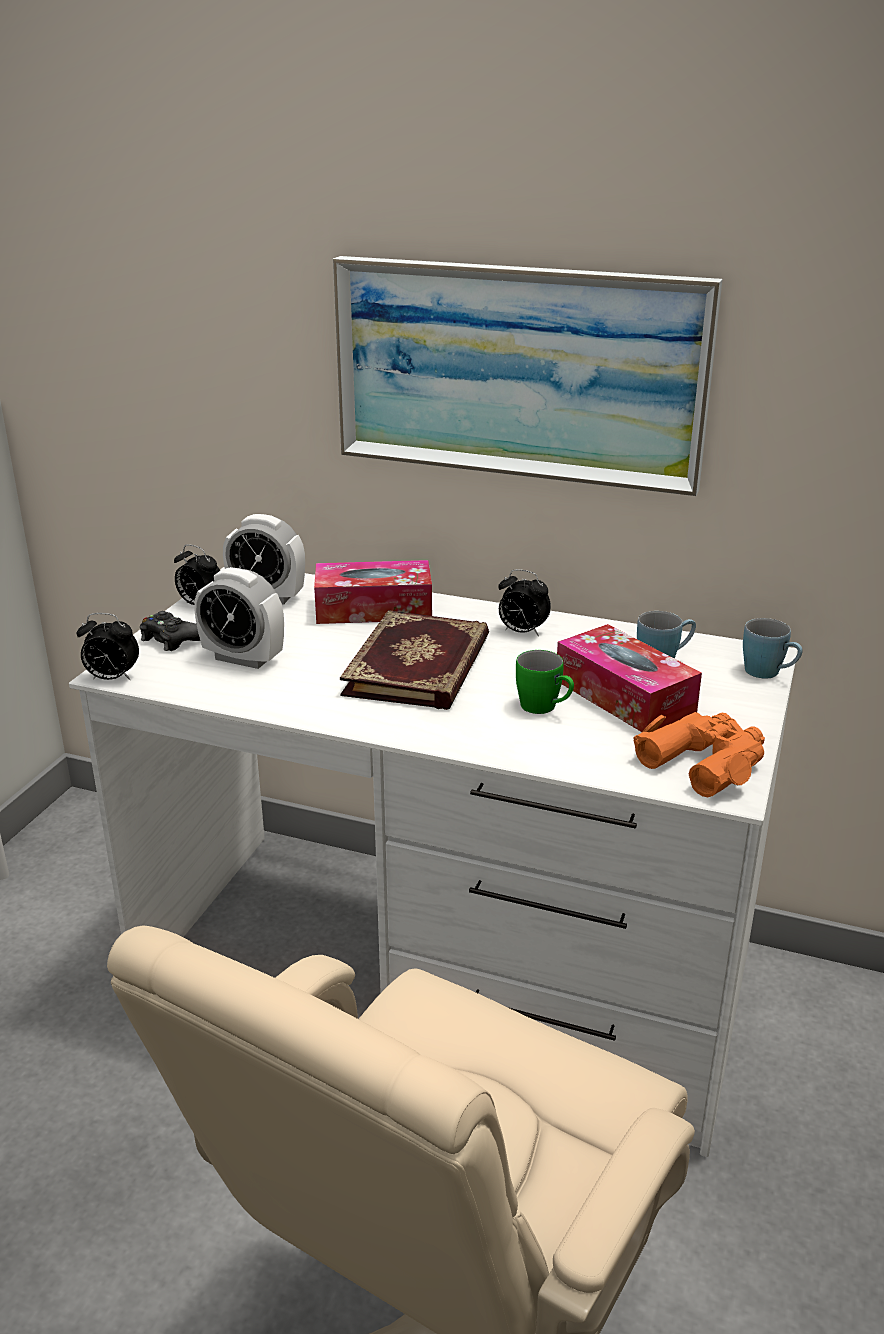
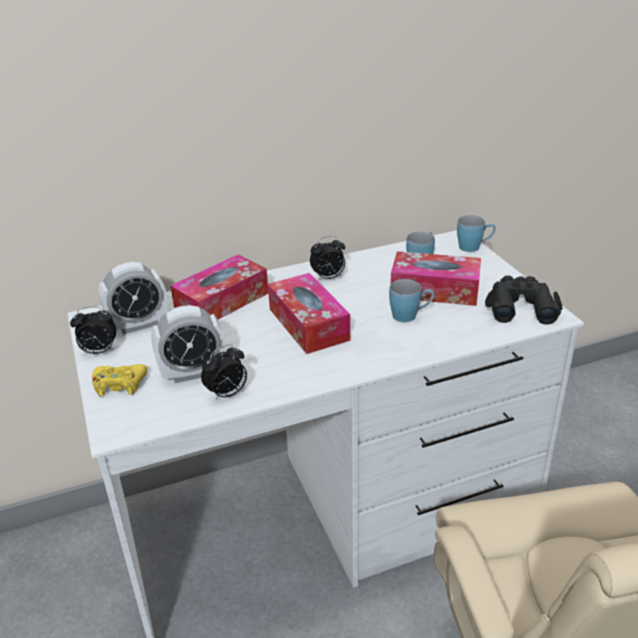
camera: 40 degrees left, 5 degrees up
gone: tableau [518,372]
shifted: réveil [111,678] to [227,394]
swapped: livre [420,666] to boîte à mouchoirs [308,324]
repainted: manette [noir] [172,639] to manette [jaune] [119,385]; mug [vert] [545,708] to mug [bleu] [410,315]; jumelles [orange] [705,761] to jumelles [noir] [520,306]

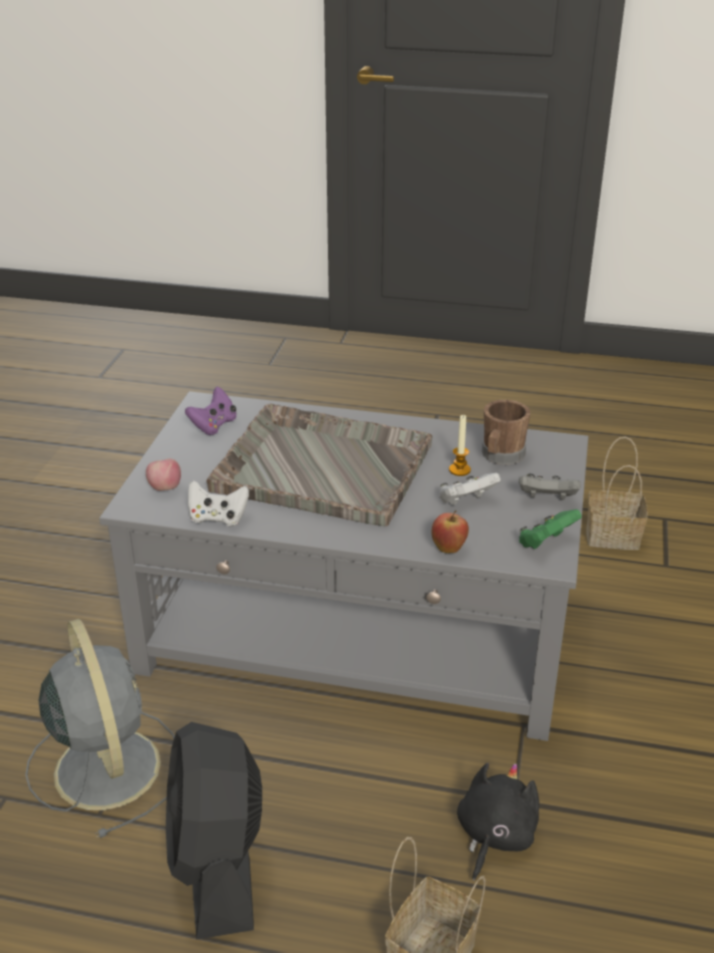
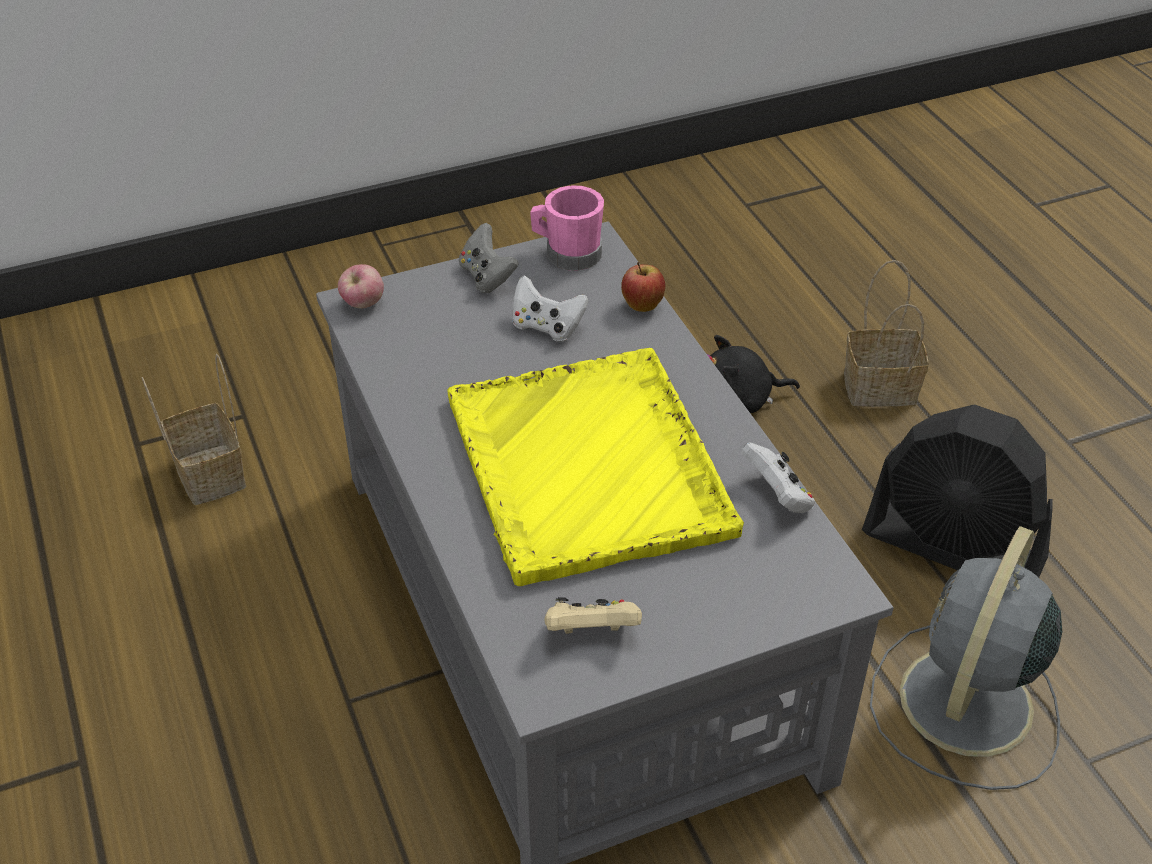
camera: 125 degrees left, 10 degrees up
gone: bougie [459,470]; mug [marron] [501,456]
shifted: pomme [165,488] to [363,304]
swapped: manette [vert] [546,543] to mug [rose] [567,253]
repainted: plateau [gris] [321,467] to plateau [jaune] [588,468]; manette [violet] [214,425] to manette [beige] [591,633]
rotated: ventilateur [noir] [218,864] = [953,547] 75 degrees clockwise

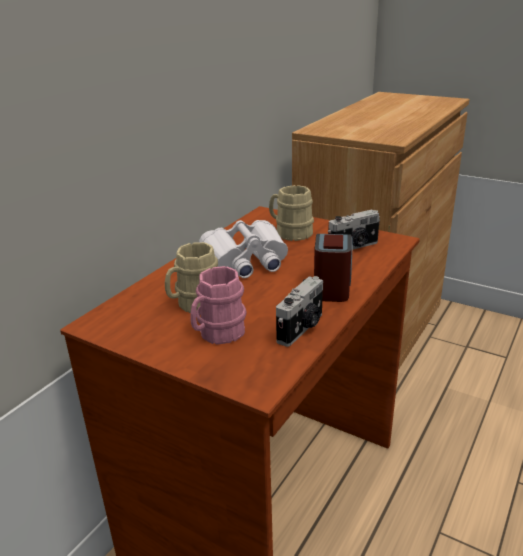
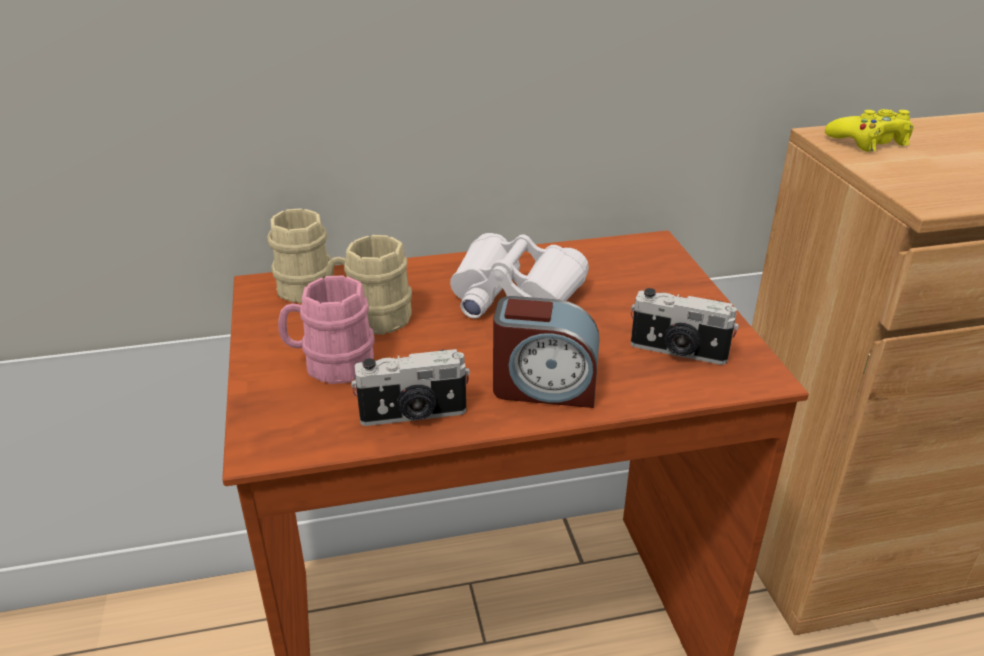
camera: 45 degrees right, 5 degrees up
new: manette [jaune] [869,141]
shifted: mug [beige] [290,232] to [304,284]
rotated: réveil [332,286] = [544,387] 45 degrees clockwise

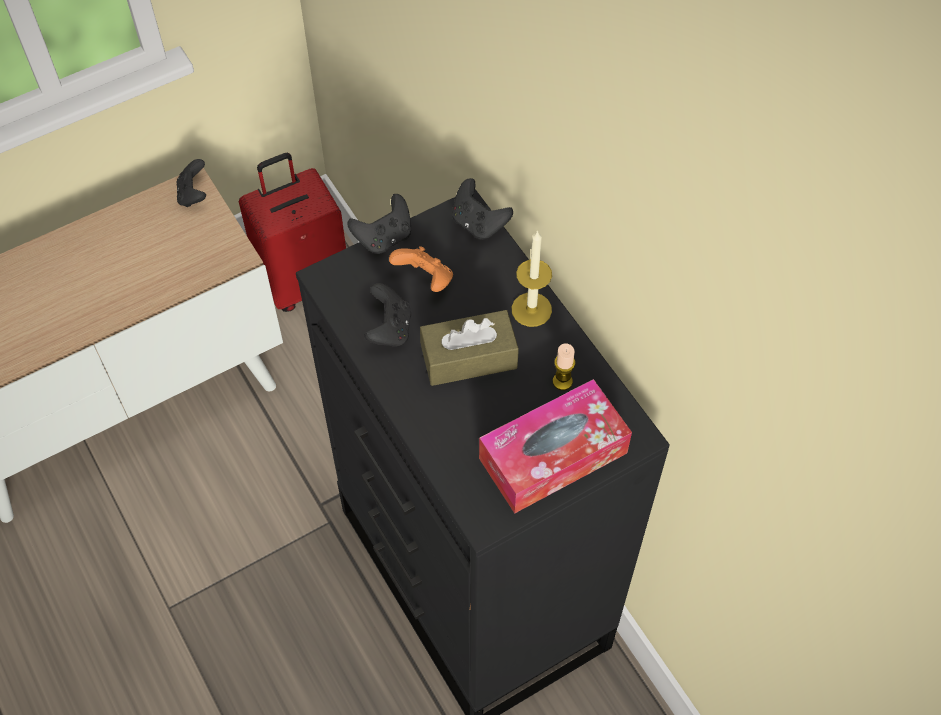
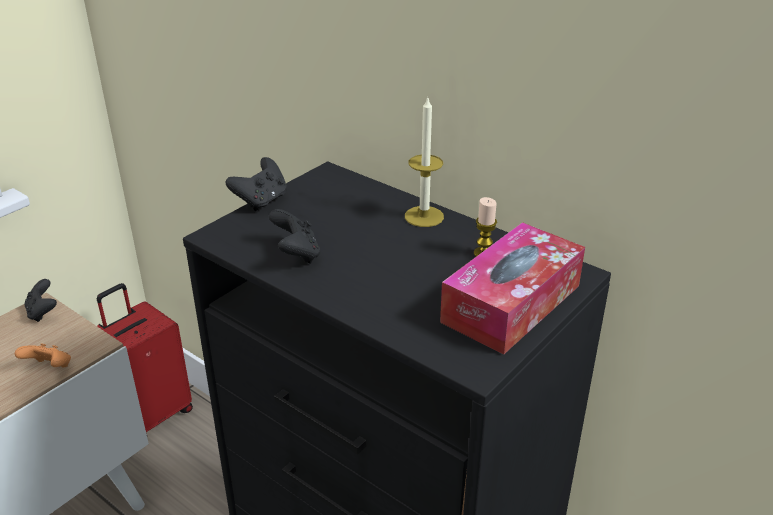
camera: 20 degrees left, 25 degrees down
gone: boîte à mouchoirs [marron] [469,358]; manette [noir] [478,223]
shifted: manette [orange] [425,280] to [49,368]

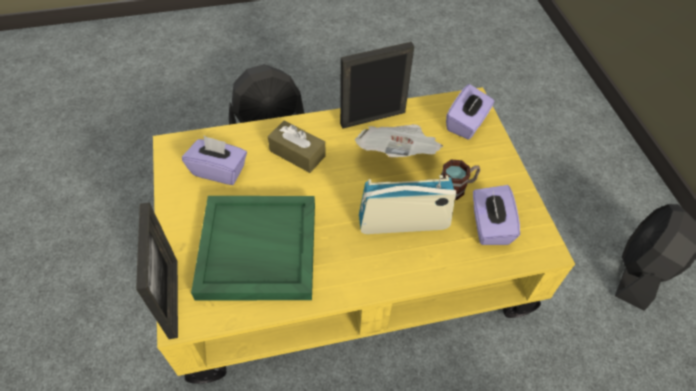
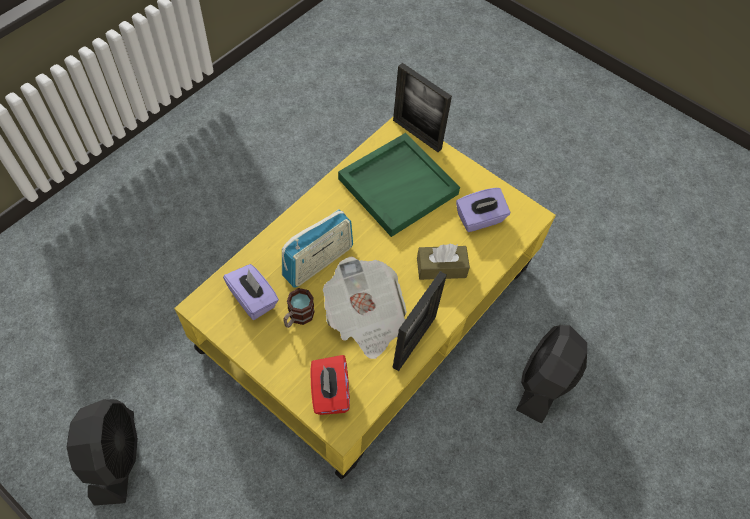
camera: 140 degrees right, 5 degrees up
repainted: boîte à mouchoirs [violet] [466,123] to boîte à mouchoirs [rouge] [330,393]

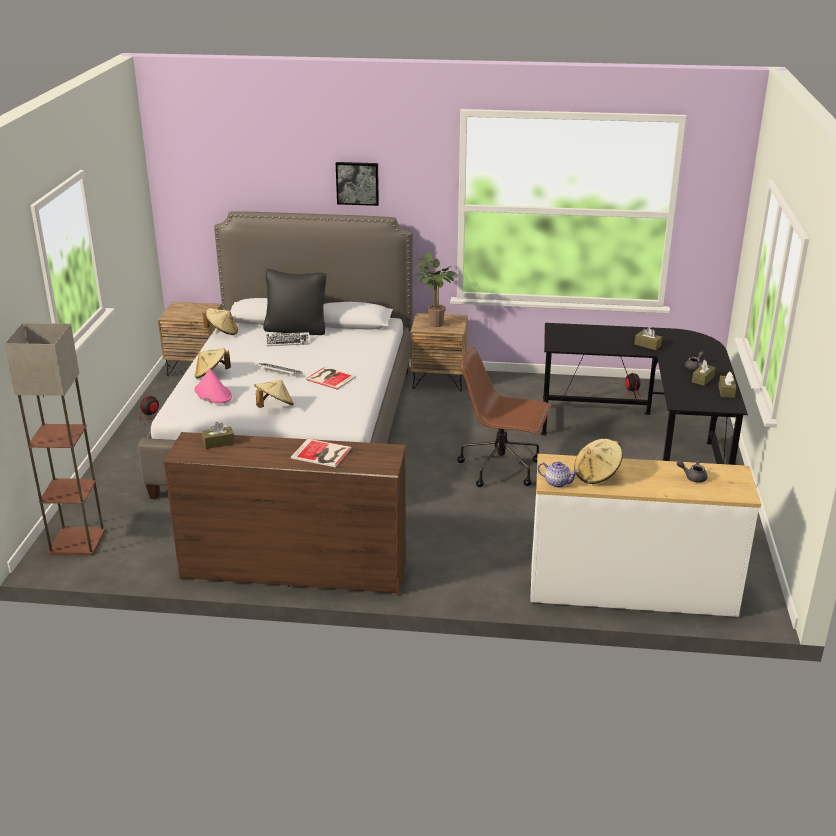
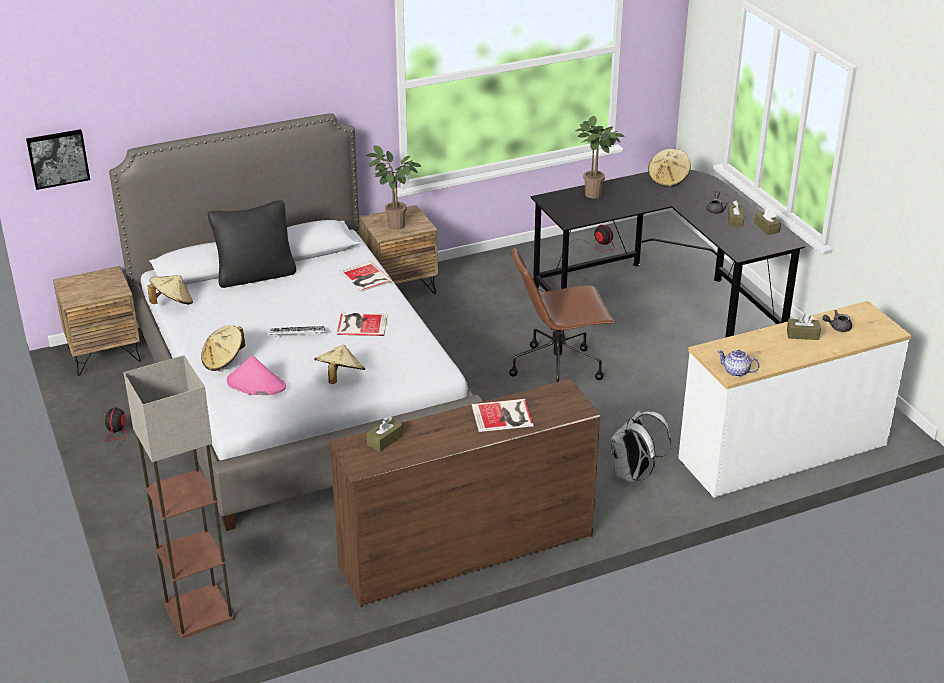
camera: 30 degrees left, 5 degrees up
gone: clavier [288,342]
new: livre [365,278]; plante en pot [596,195]; sac à dos [blanc] [633,474]
shifted: tableau [357,183] to [58,158]; chapeau [beige] [597,474] to [668,179]; boîte à mouchoirs [marron] [647,345] to [802,334]
rotated: théière [557,483] = [736,372] 150 degrees counterclockwise

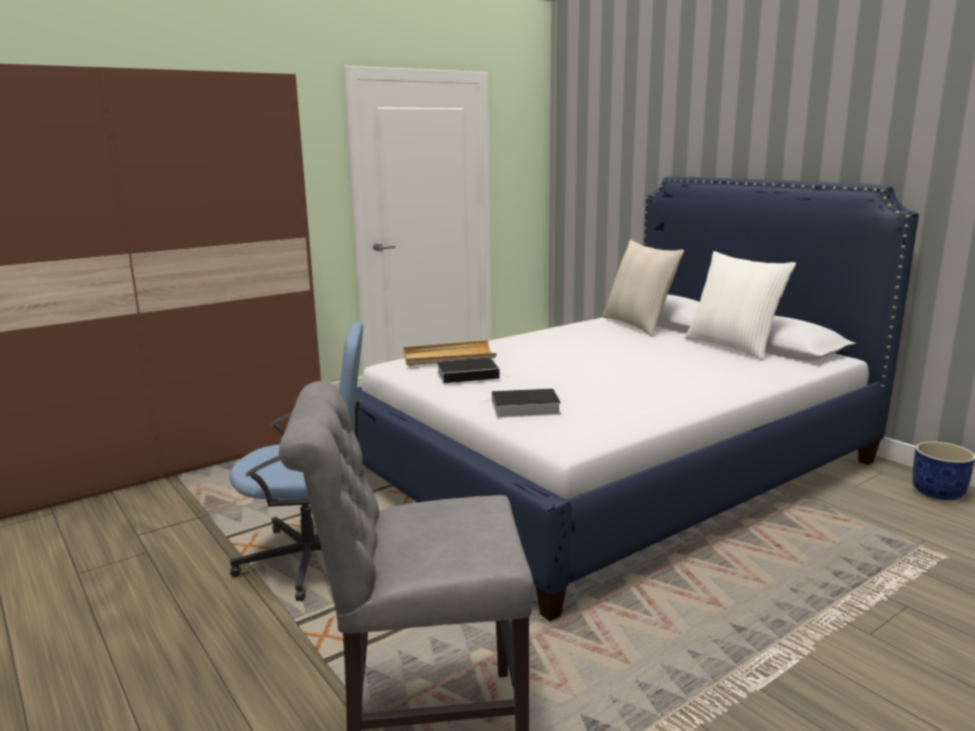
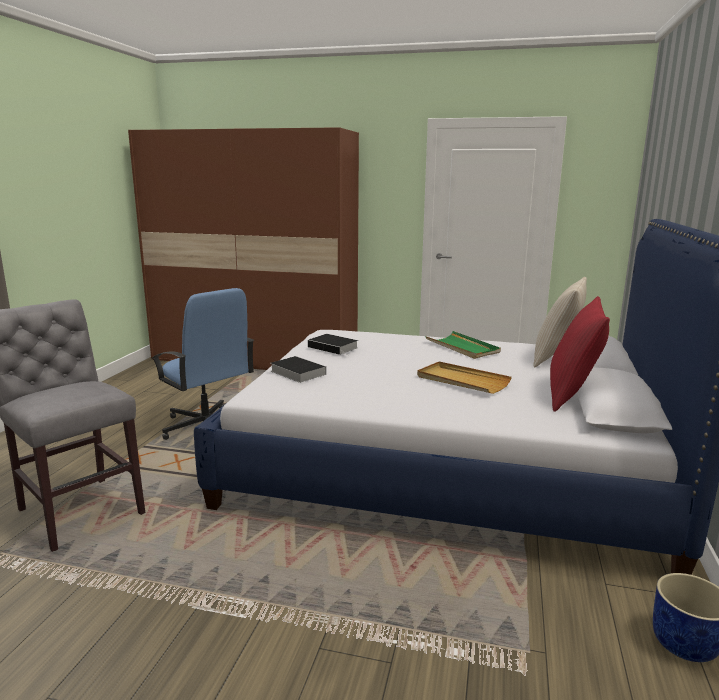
camera: 50 degrees right, 0 degrees up
new: plateau [vert] [462,347]
shifted: plateau [beige] [448,357] to [462,381]
repainted: coussin [blanc] [733,347] to coussin [rouge] [572,395]

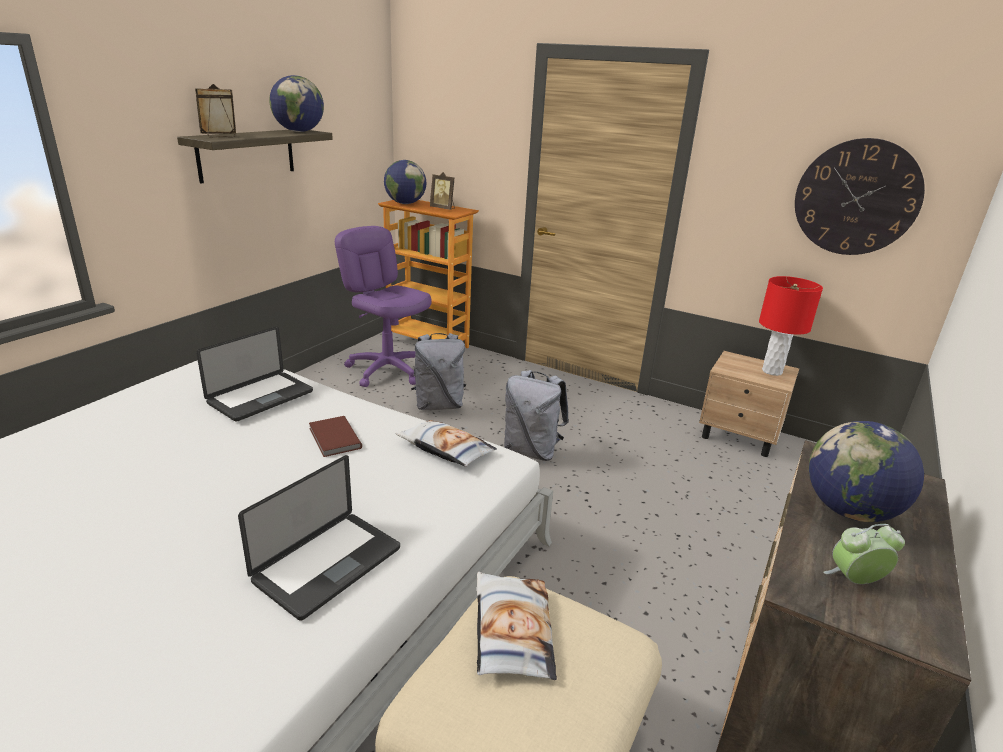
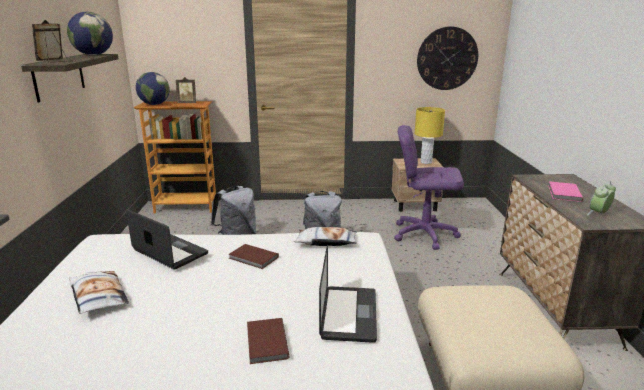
camera: 30 degrees left, 5 degrees down
new: livre [marron] [265,343]
shifted: coussin [511,630] to [98,296]; chaise de bureau [violet] [388,370] to [424,234]
swapped: globe [849,511] to livre [rose] [563,193]
repainted: lampe de table [rouge] [772,371] to lampe de table [jaune] [426,162]
rotated: ordinateur portable [261,397] = [170,252] 60 degrees counterclockwise

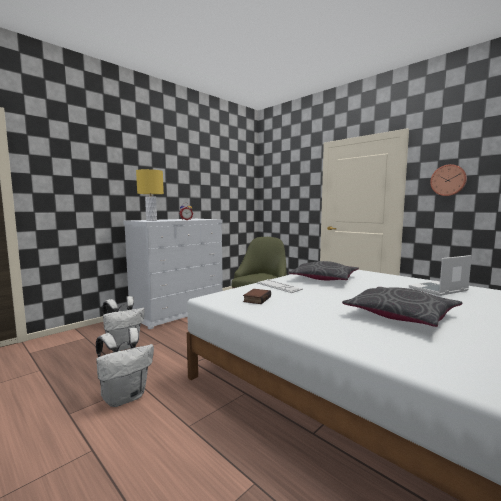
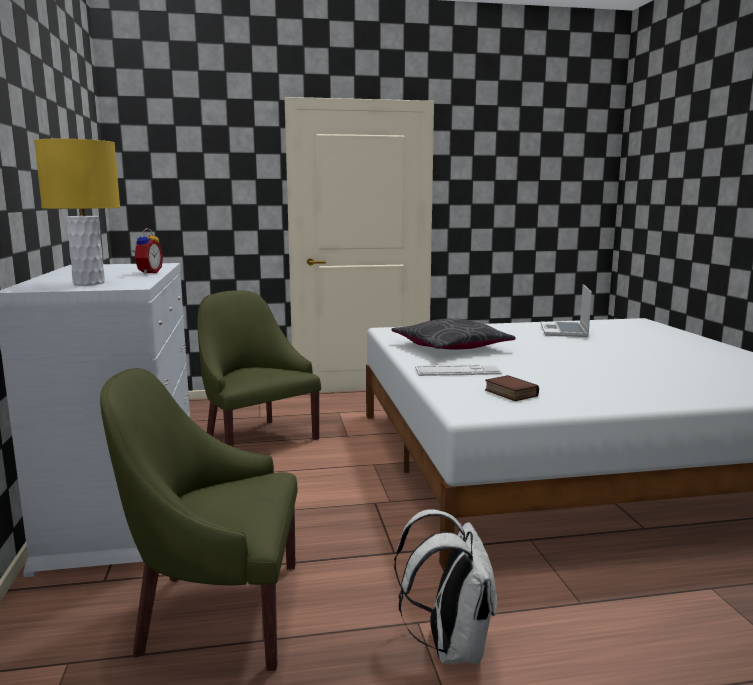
camera: 55 degrees left, 5 degrees up
gone: coussin [gris] [401,315]; horloge murale [448,180]
swapped: sac à dos [blanc] [123,346] to fauteuil [vert] [217,612]

